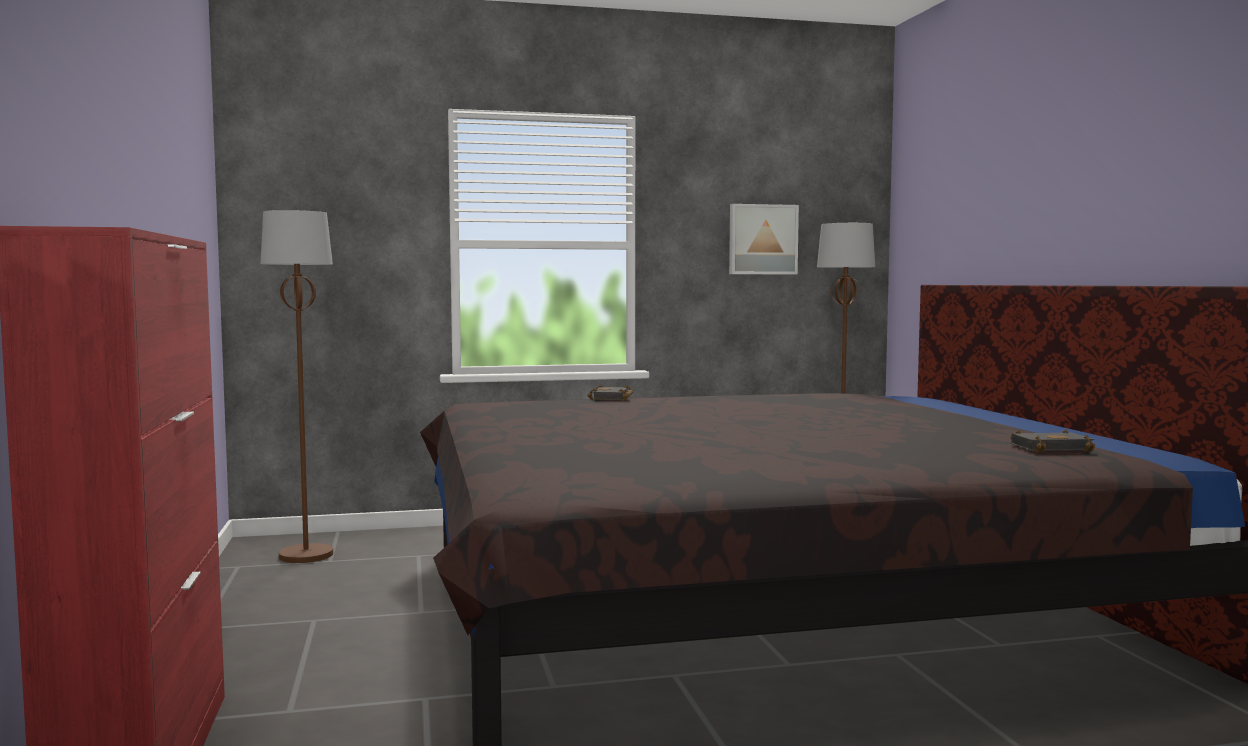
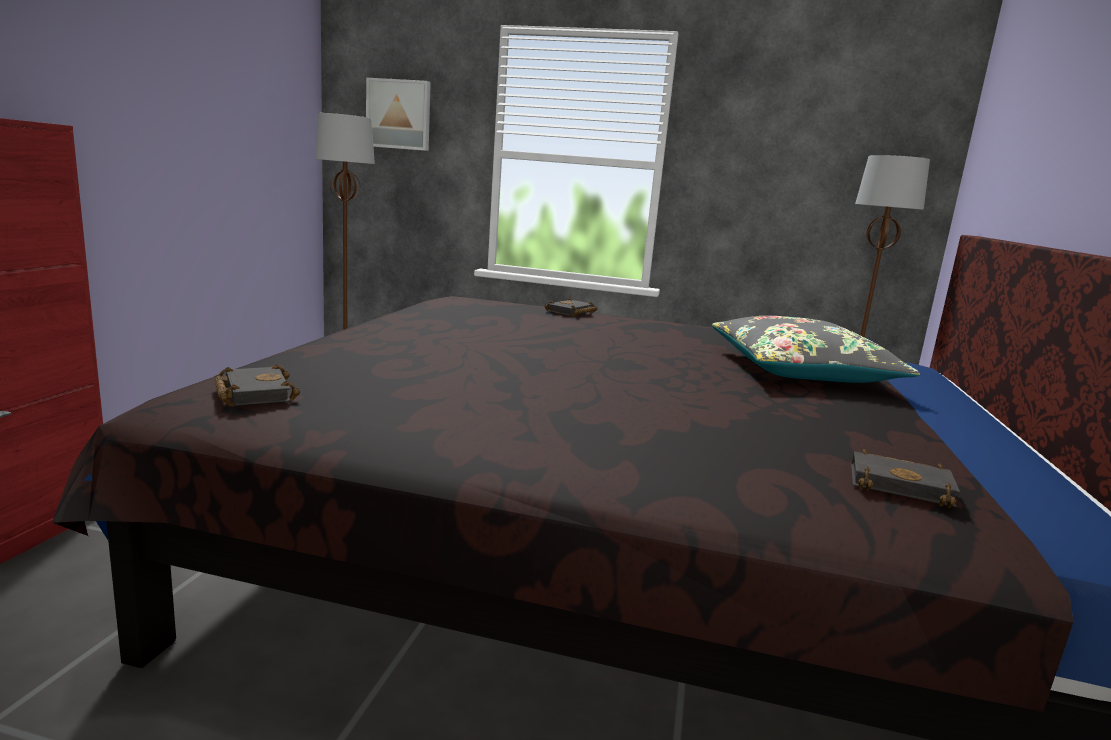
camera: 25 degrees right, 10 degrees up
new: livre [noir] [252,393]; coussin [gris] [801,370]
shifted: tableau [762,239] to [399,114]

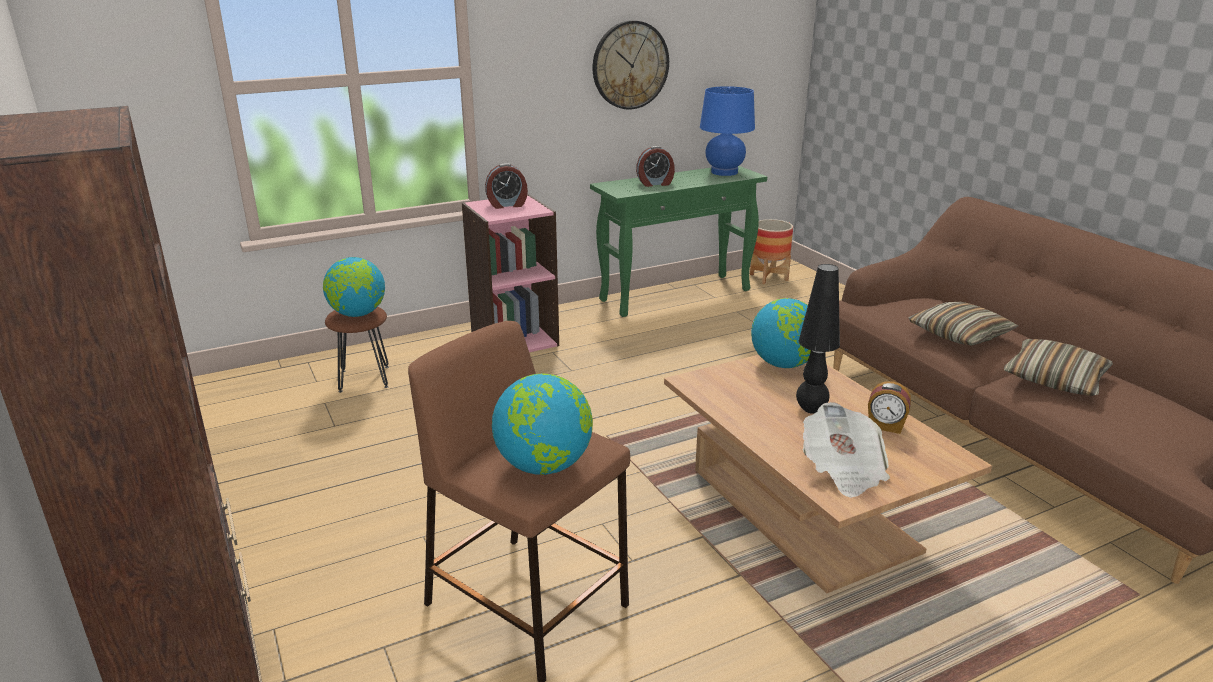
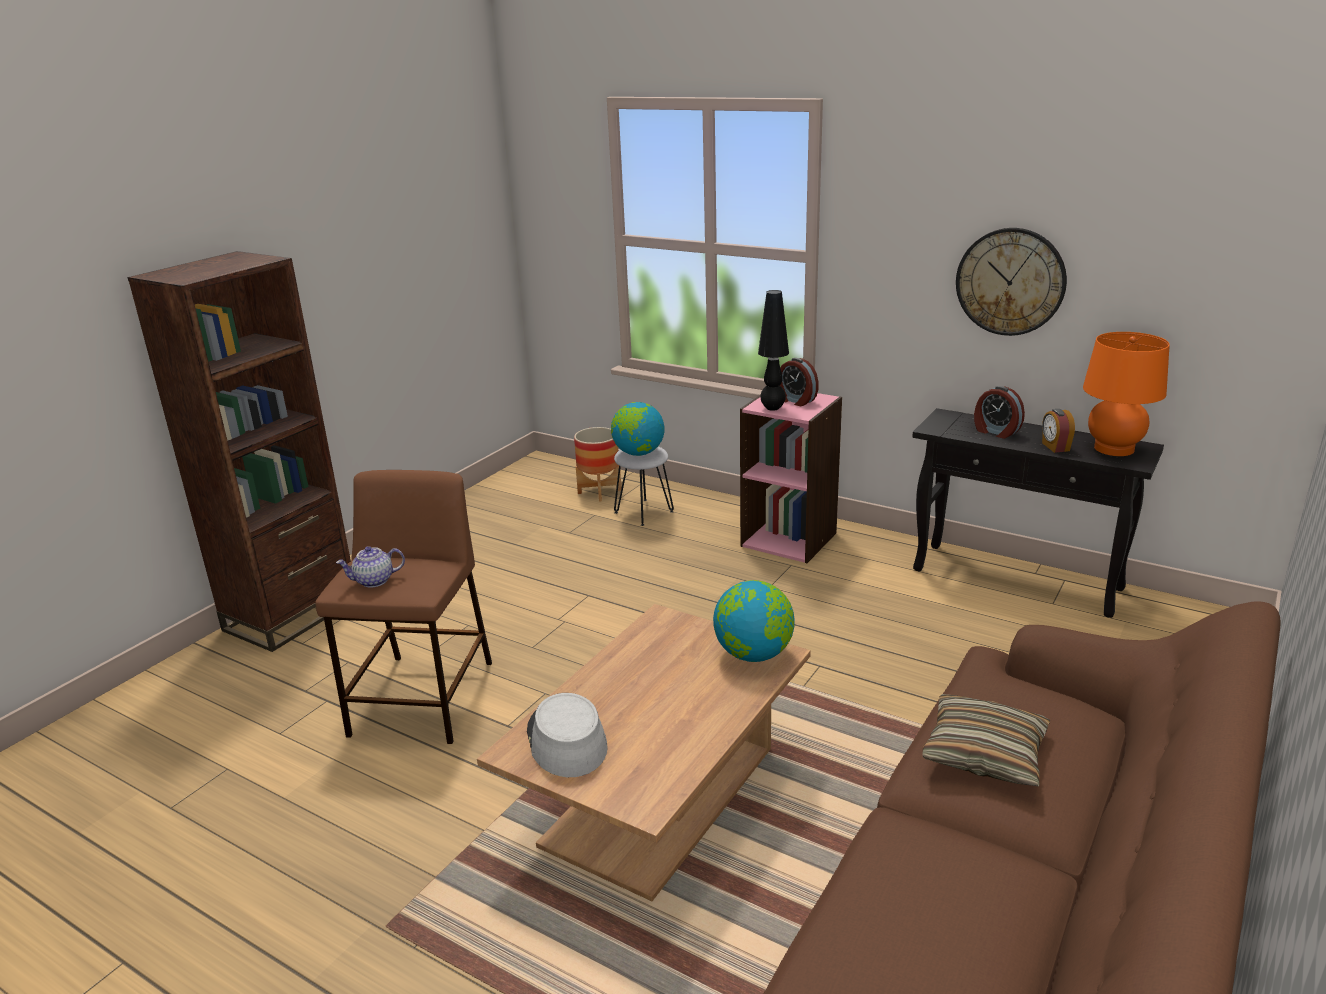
camera: 60 degrees right, 0 degrees up
gone: coussin [1055,379]
shifted: cache-pot [768,277] to [599,491]; lampe de table [noir] [811,410] to [772,408]; réveil [885,426] to [1055,447]
swapped: globe [544,466] to théière [374,581]; journal [842,470] to chapeau [gris] [565,740]
repainted: tabouret [marron] [364,378] to tabouret [blanc] [644,512]; table console [vert] [676,295] to table console [noir] [1018,579]; lampe de table [bleu] [724,172] to lampe de table [orange] [1114,449]

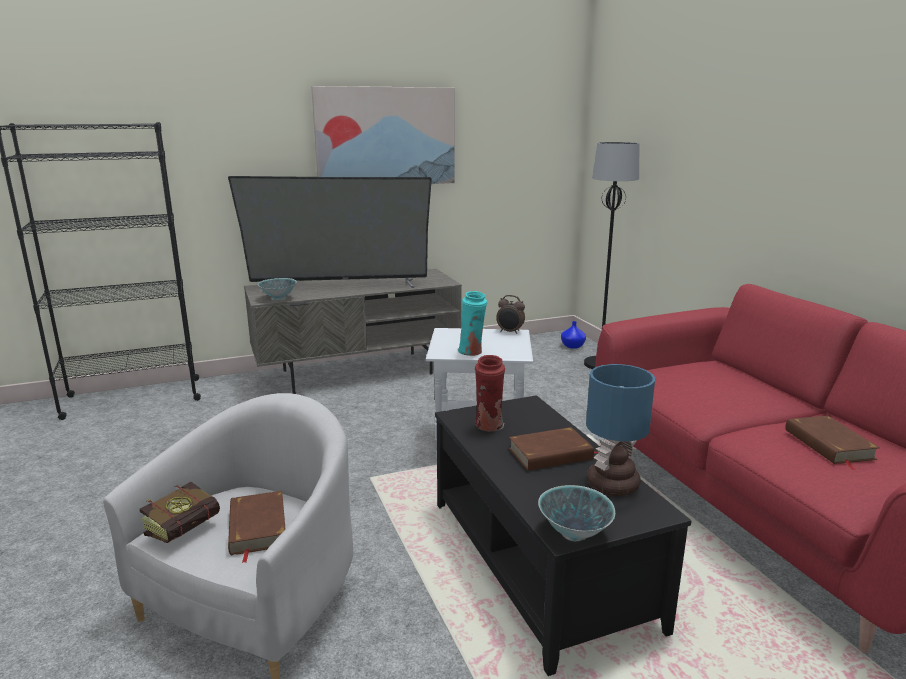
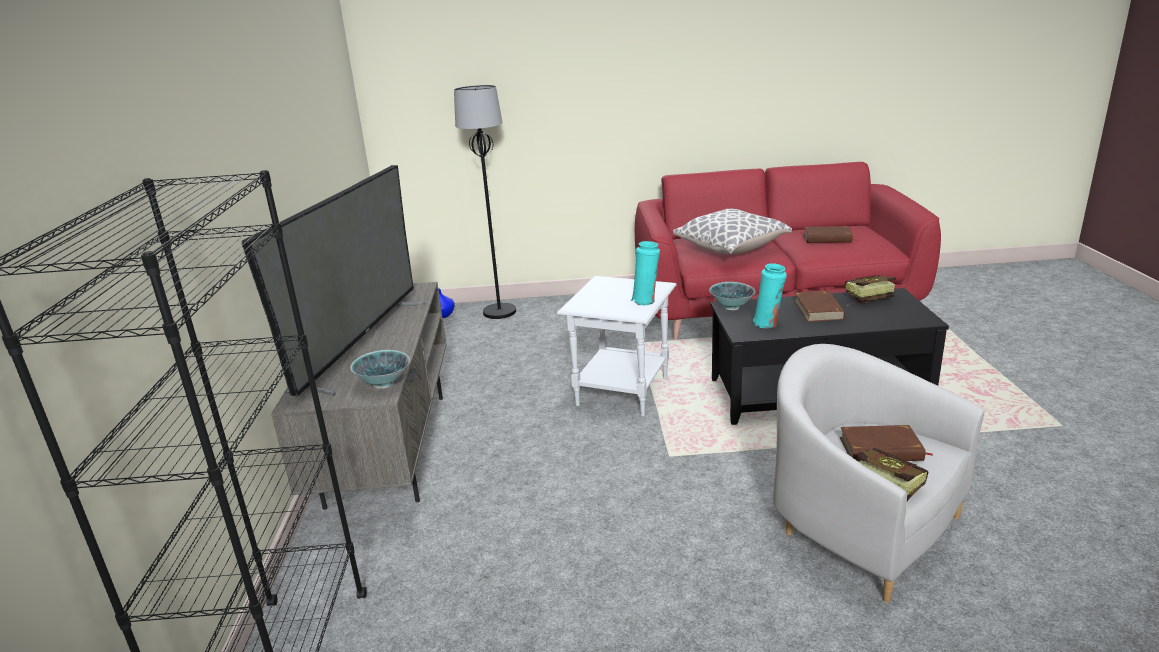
camera: 70 degrees left, 5 degrees up
gone: tableau [385,137]; réveil [510,332]
new: coussin [731,249]
shifted: bol [574,533] to [731,307]
swapped: lampe de table [612,485] to livre [864,299]
repainted: vase [rouge] [489,426] to vase [turquoise] [768,324]

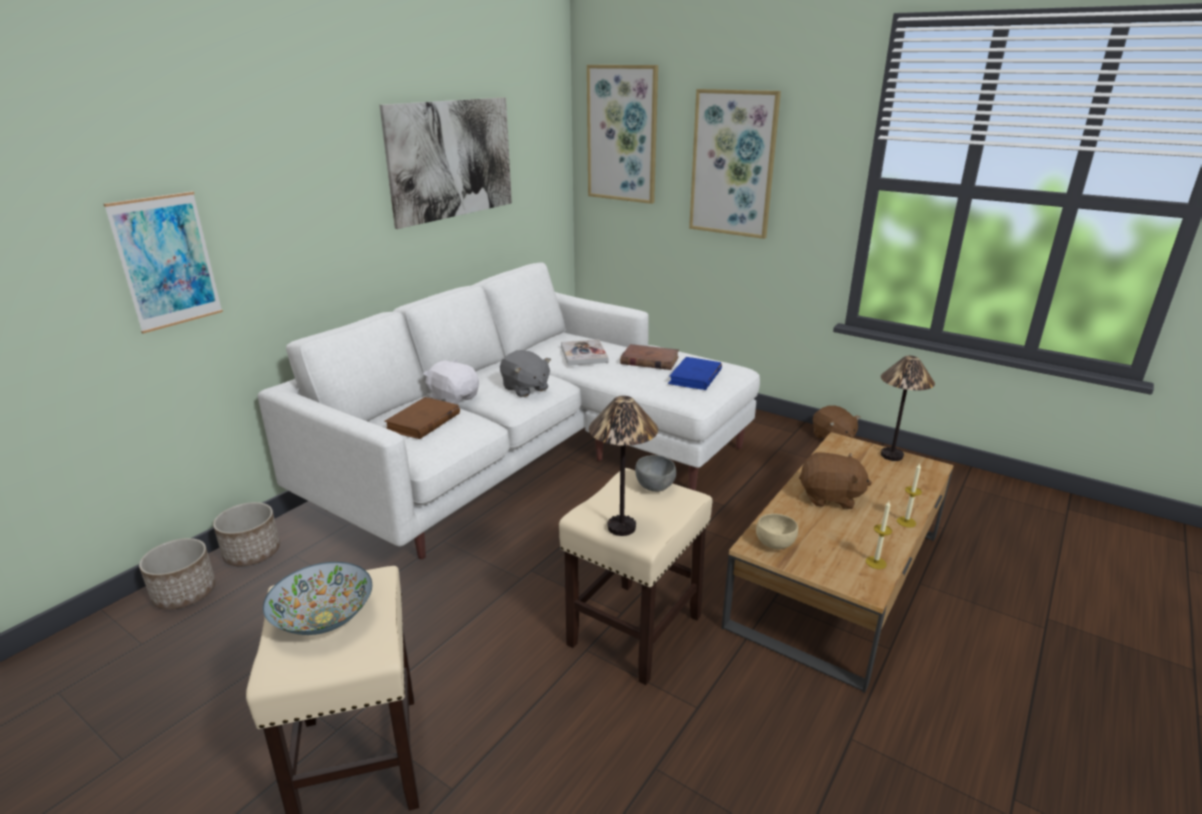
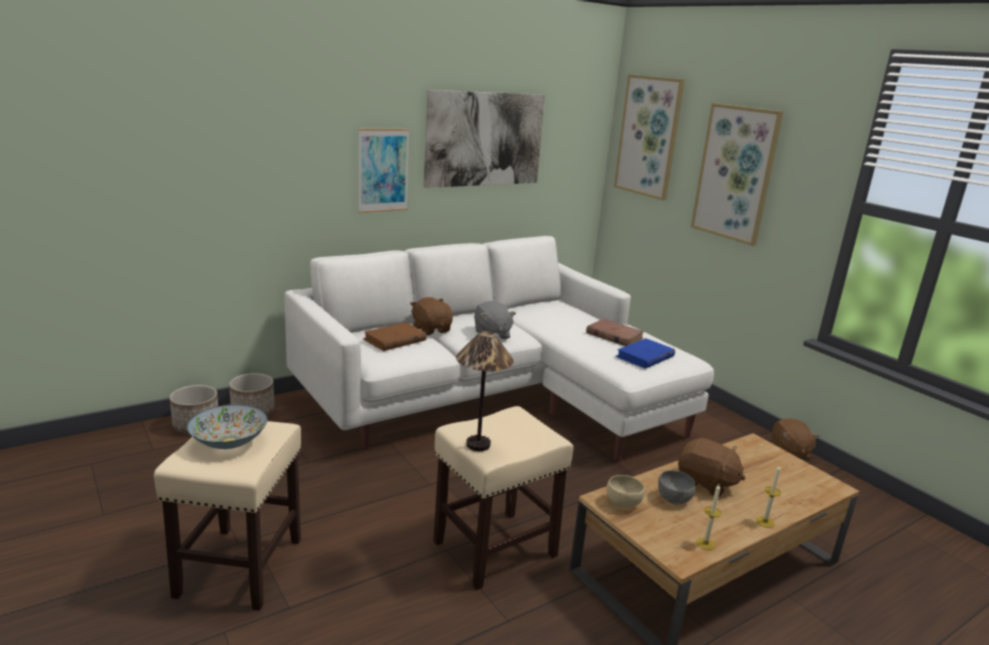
camera: 20 degrees right, 5 degrees down
gone: livre [584,354]; lampe de table [892,456]
shifted: tableau [167,261] to [383,170]; bol [gris] [655,486] to [674,499]
repainted: peluche [blanc] [453,398] to peluche [marron] [431,329]

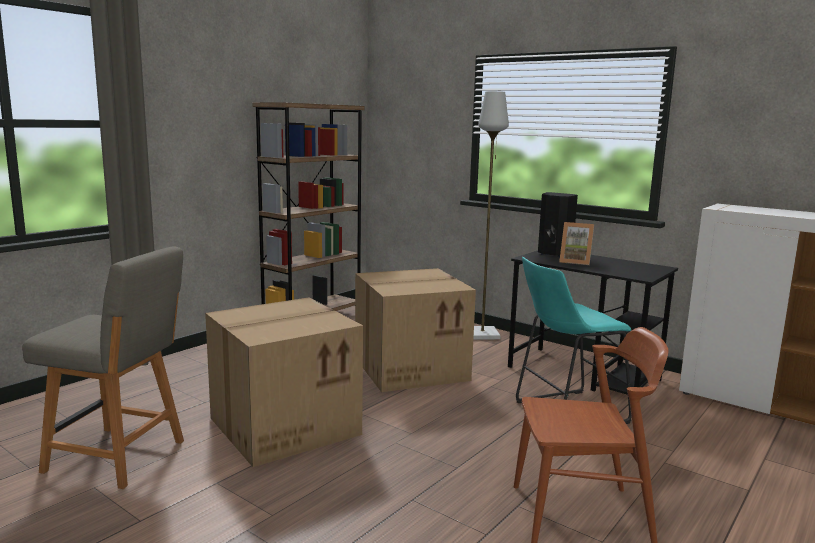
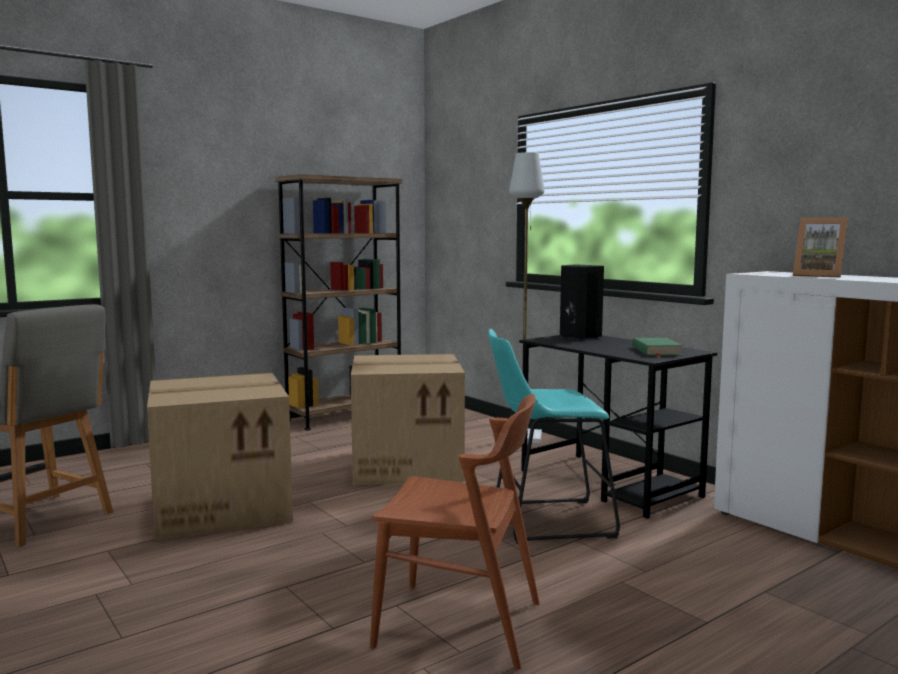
camera: 15 degrees right, 5 degrees down
new: livre [vert] [656,351]
shifted: cadre photo [575,262] to [818,275]

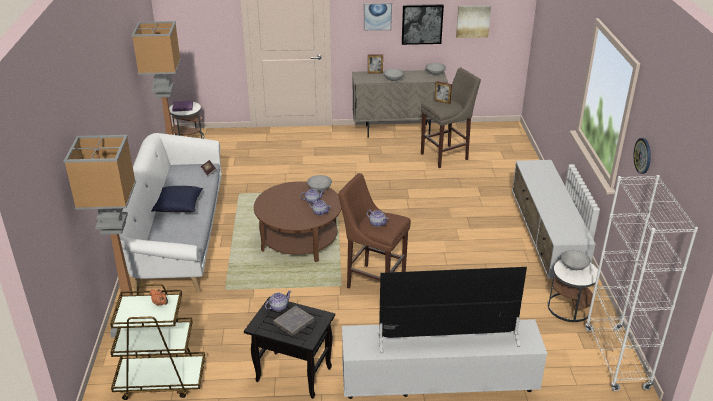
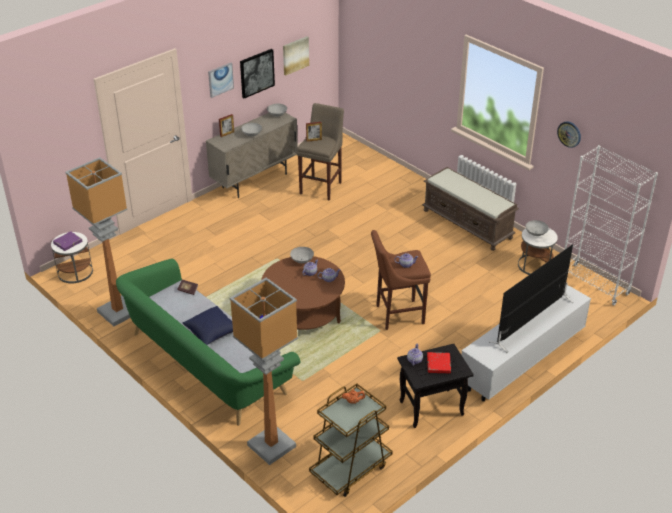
camera: 40 degrees left, 5 degrees up
swapped: meuble télé [blanc] [545,240] to banc [marron] [468,224]
repainted: canapé [blanc] [177,239] to canapé [vert] [205,364]; livre [gris] [294,323] to livre [rouge] [438,364]

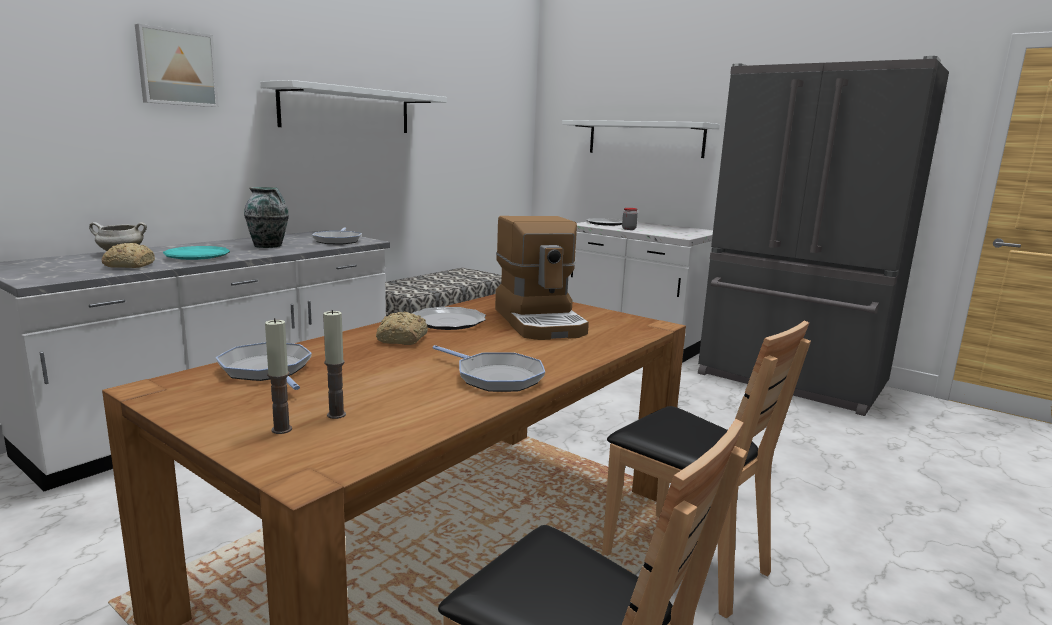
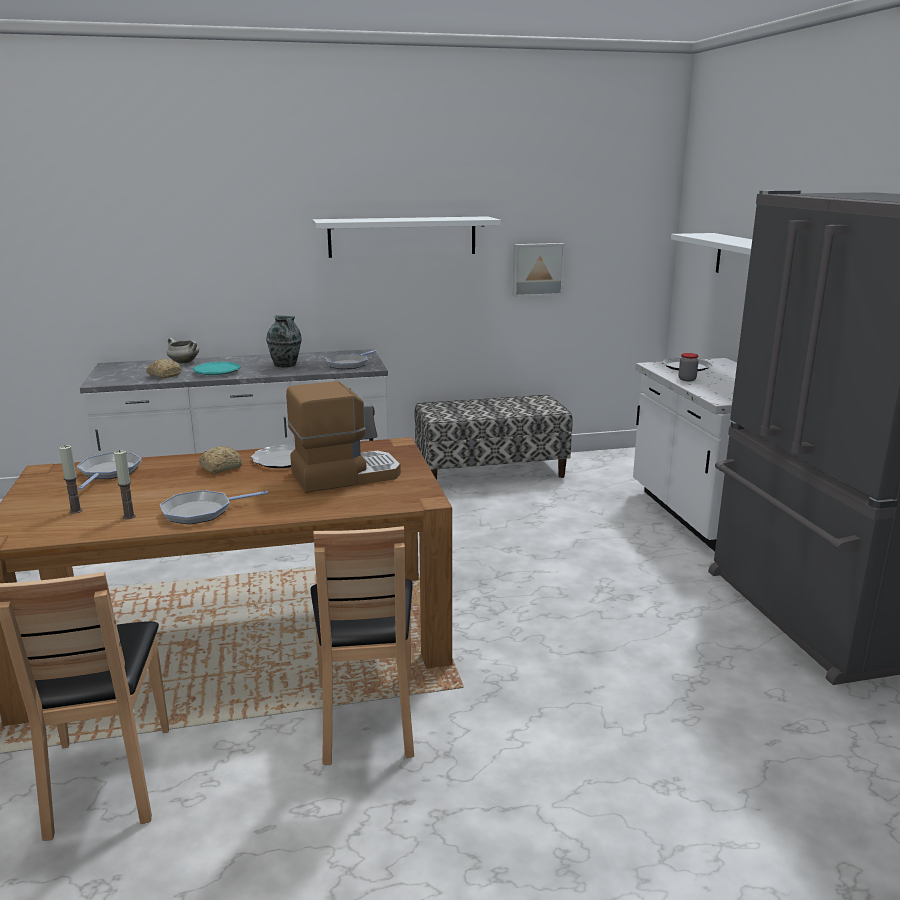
camera: 40 degrees right, 5 degrees up
shifted: bougie [281,429] to [129,516]; tableau [176,68] to [537,269]
rotated: poêle [495,377] = [201,512] 75 degrees clockwise; machine à café [541,322] = [345,475] 135 degrees counterclockwise

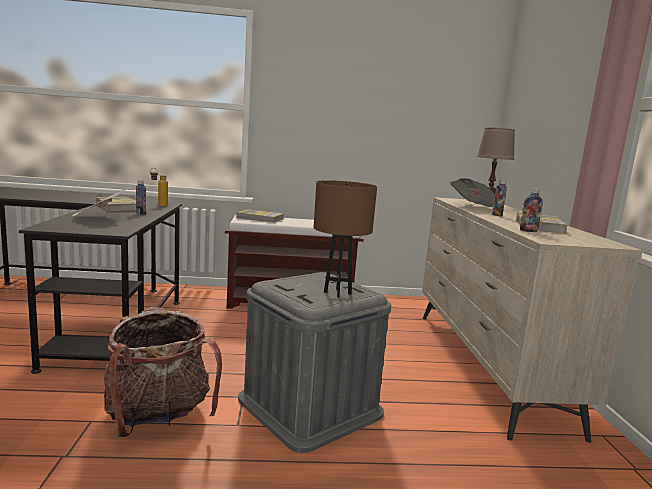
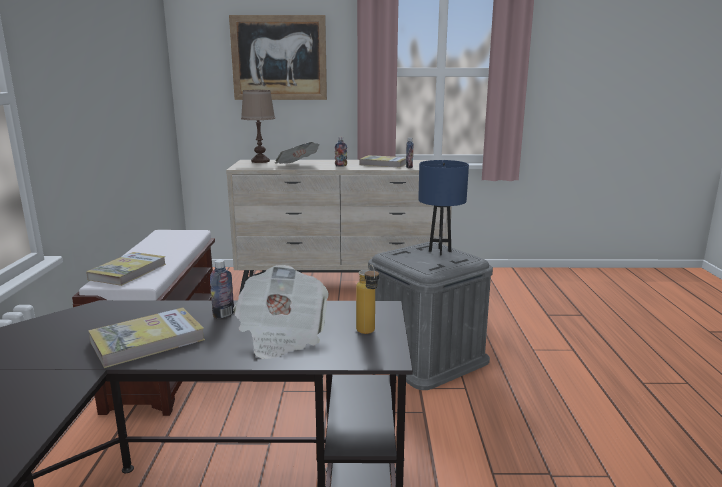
camera: 85 degrees left, 5 degrees up
gone: sac à dos [158,417]
new: tableau [279,58]
shifted: bouteille [159,206] to [368,334]
repainted: lampe de table [marron] [337,293] to lampe de table [bleu] [439,251]

